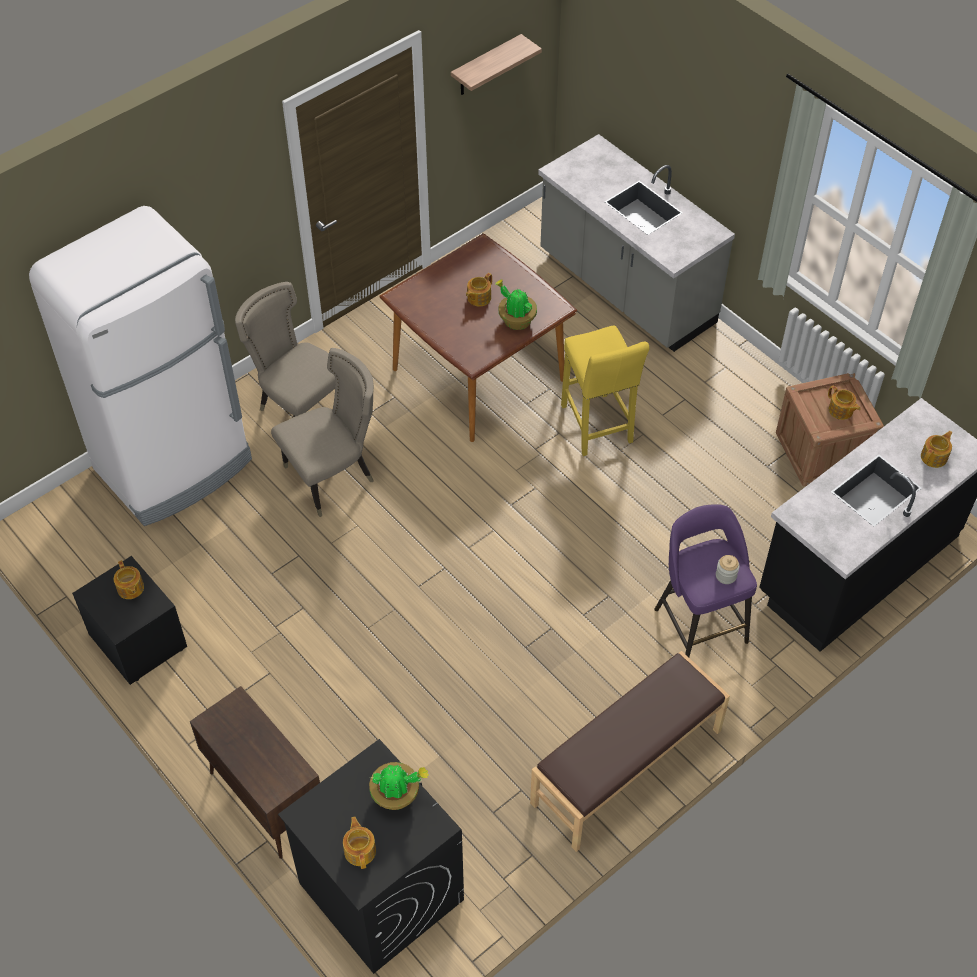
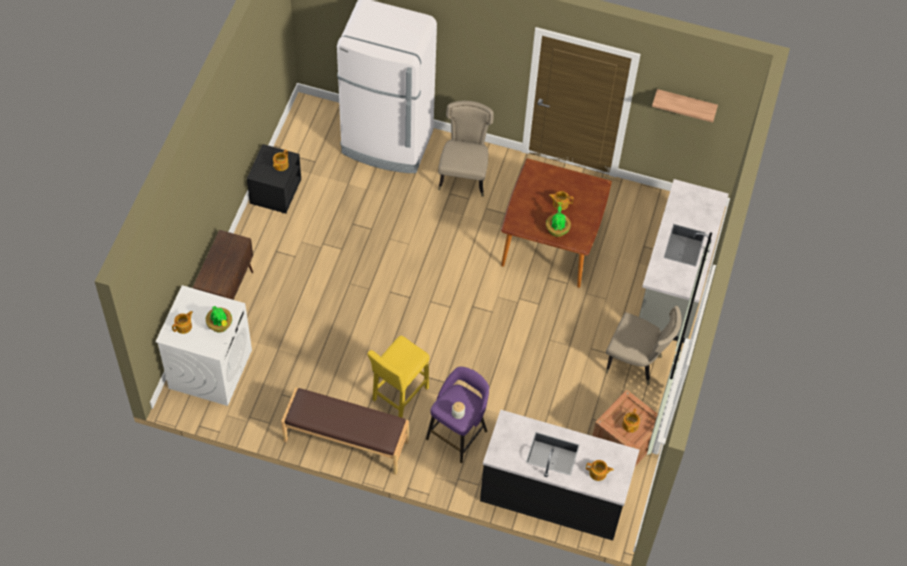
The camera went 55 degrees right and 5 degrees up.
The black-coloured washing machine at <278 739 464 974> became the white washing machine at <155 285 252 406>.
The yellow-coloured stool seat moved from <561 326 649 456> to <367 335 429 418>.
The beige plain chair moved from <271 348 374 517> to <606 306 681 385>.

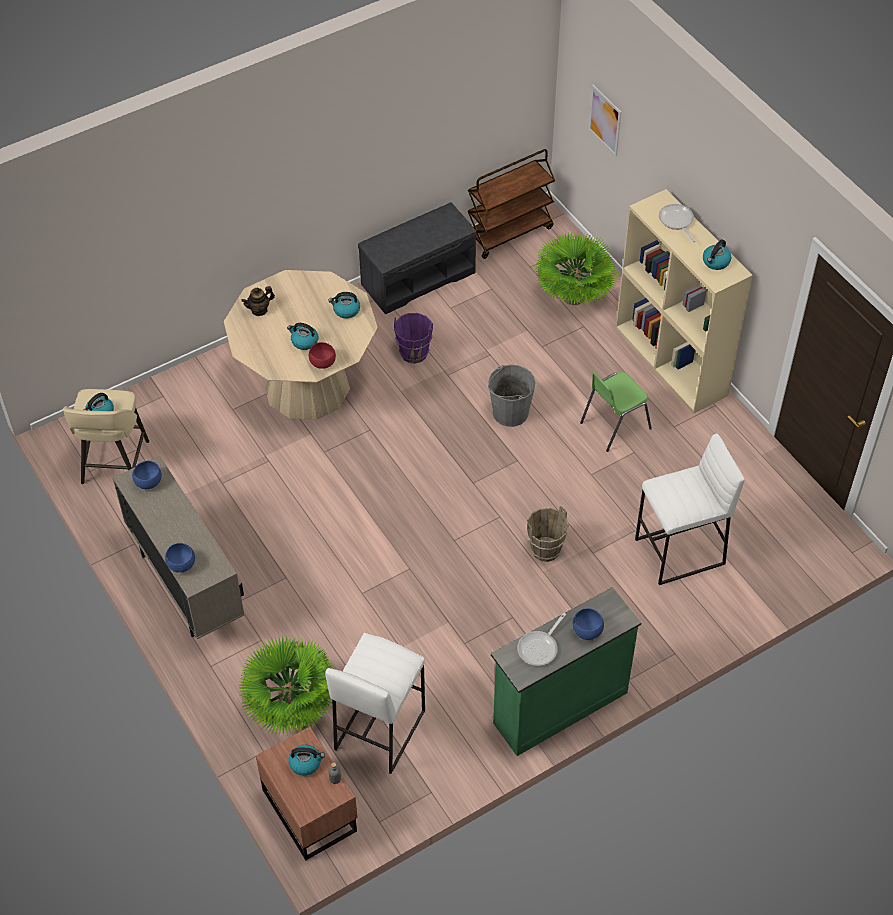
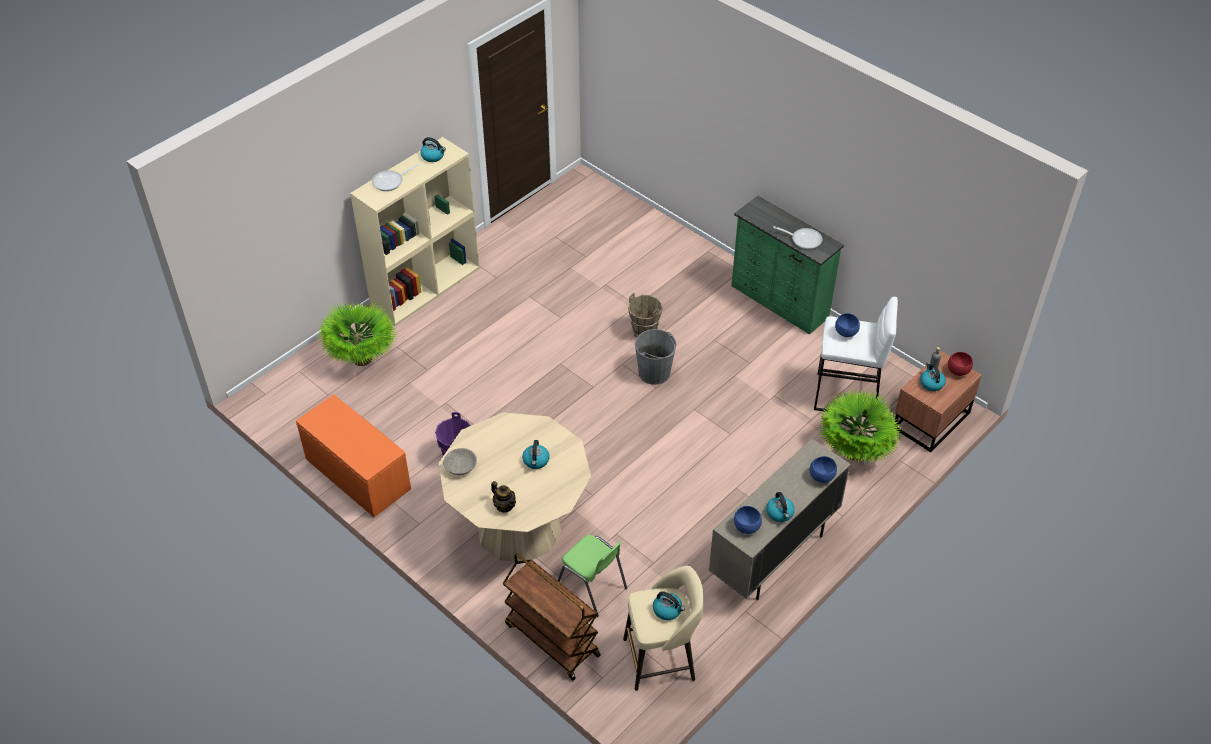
The camera went 105 degrees left and 5 degrees down.
The grey bench at <358 202 477 314> became the orange bench at <296 395 411 517>.
The grey bowl at <443 448 477 475> appeared.
The brownish trolley moved from <468 149 555 259> to <503 553 600 681>.
The greenish plain chair moved from <580 372 652 452> to <557 534 627 617>.
The grey water bucket moved from <488 365 536 427> to <635 329 677 385>.
The water kettle moved from <328 292 360 319> to <766 492 795 522>.
The blue-coloured bowl moved from <573 608 604 640> to <835 313 860 337>.
The red bowl moved from <309 342 336 369> to <948 352 973 376>.
The wall art at <588 85 622 156> disappeared.
The white stool seat at <635 434 745 585> disappeared.

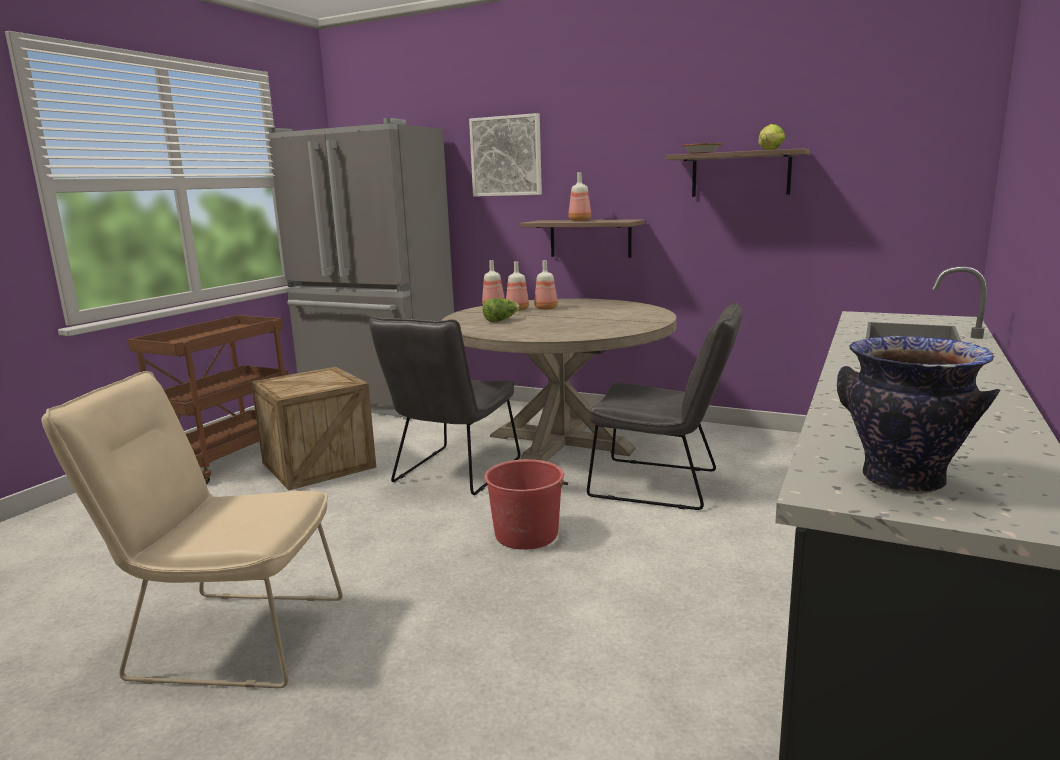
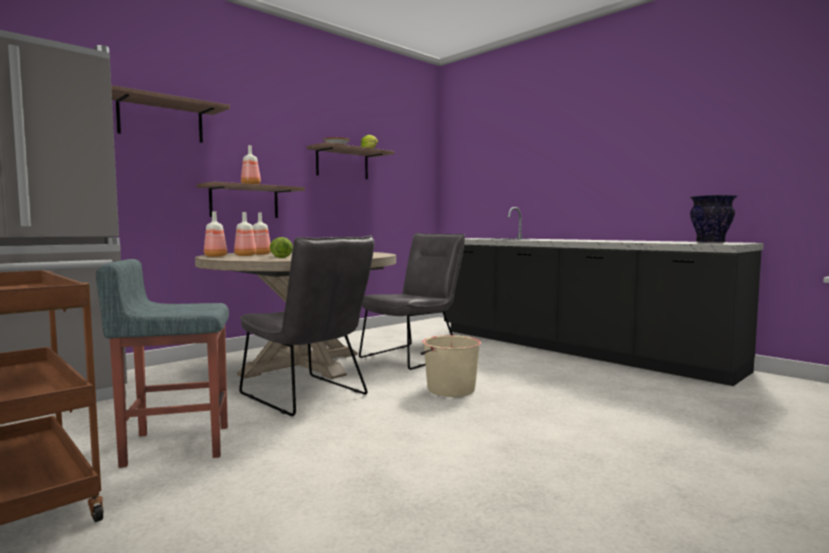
The camera went 70 degrees left and 10 degrees down.
The packing crate at <251 367 376 490> was replaced by the grey stool seat at <96 259 229 468>.
The wall art at <469 113 542 197> was replaced by the shelf at <111 85 230 143>.
The red water bucket at <484 459 568 550> became the beige water bucket at <421 335 481 397>.
The beige plain chair at <42 371 343 688> disappeared.

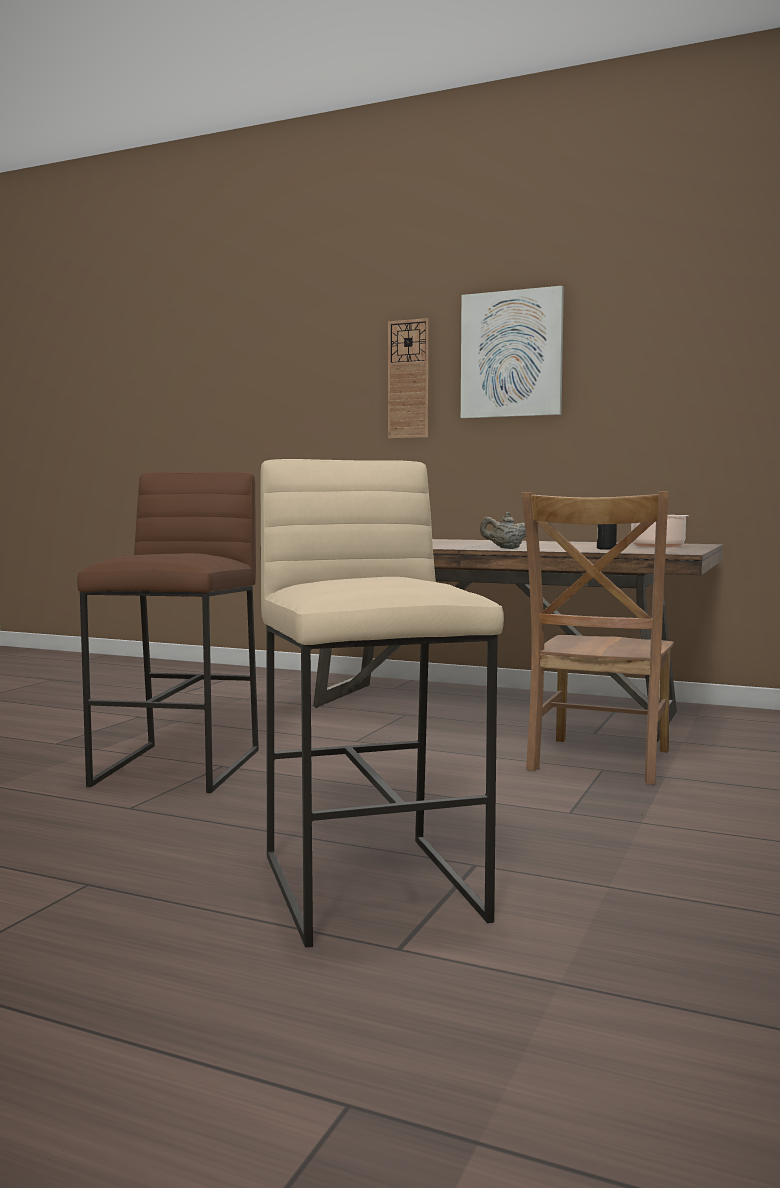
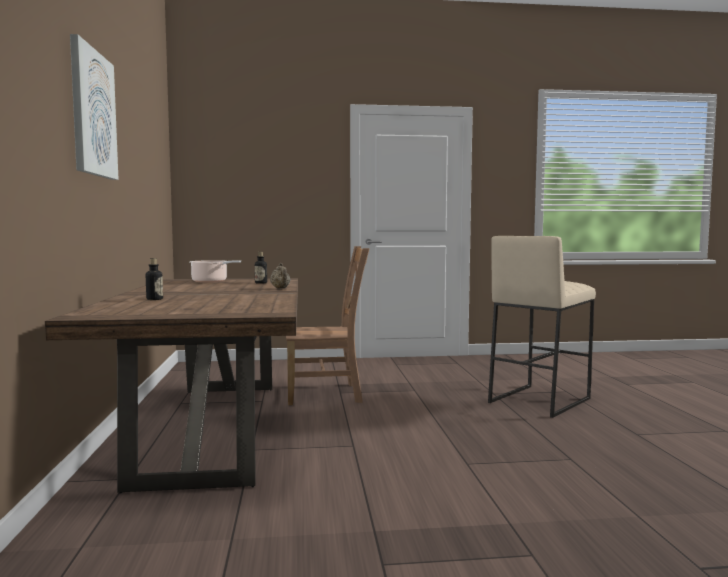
The camera went 120 degrees left and 0 degrees up.
The drink bottle at <146 258 163 300> appeared.
The brownish stool seat at <77 472 259 793> disappeared.
The hanging clock at <388 318 429 439> disappeared.

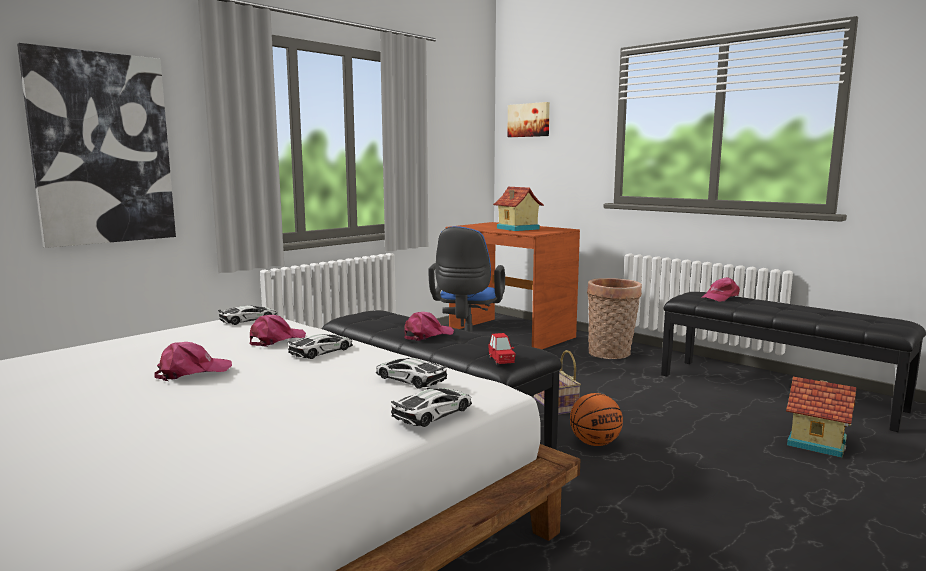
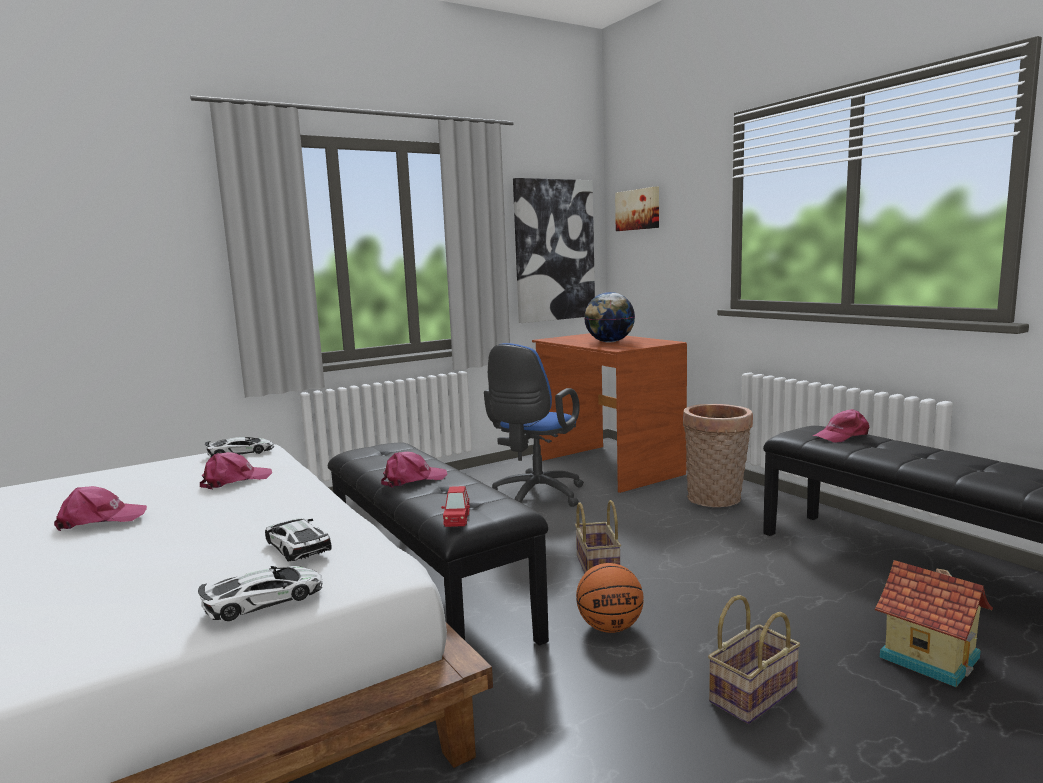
The camera went 15 degrees right and 0 degrees up.
The wall art moved from <17 43 176 248> to <513 178 595 323>.
The toy house at <493 187 544 231> was replaced by the globe at <584 292 635 342>.
The storage basket at <708 595 800 724> appeared.
The miniature car at <288 334 353 359> disappeared.

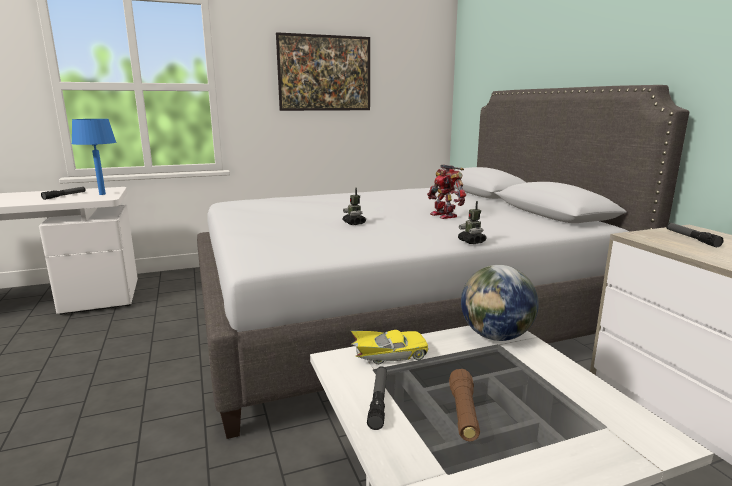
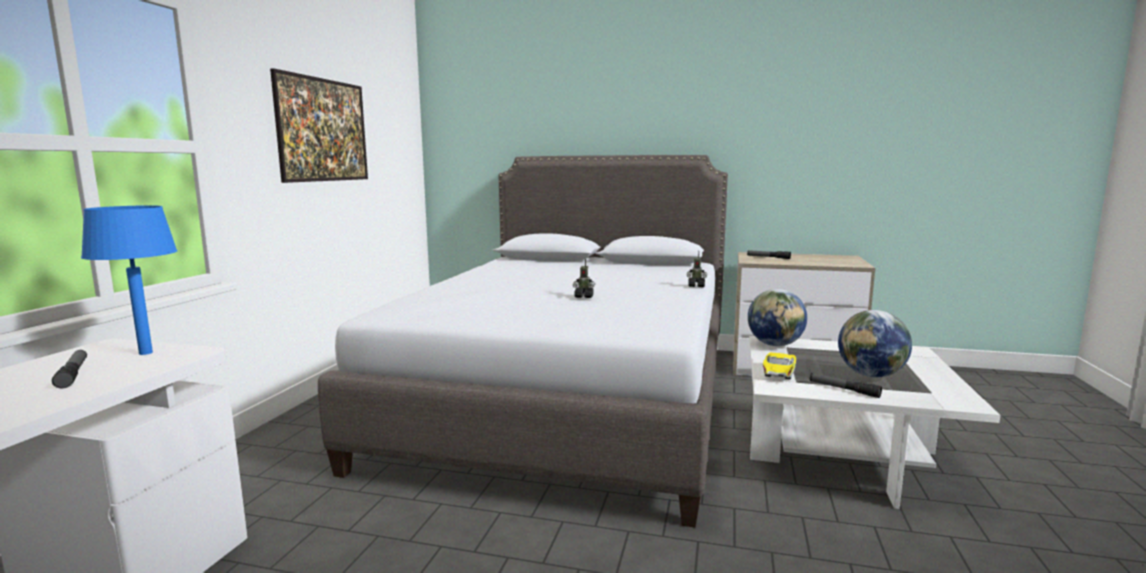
The camera went 55 degrees left and 5 degrees down.
The brownish hand torch at <449 369 480 441> was replaced by the globe at <838 310 912 377>.
The model robot at <427 164 466 219> disappeared.

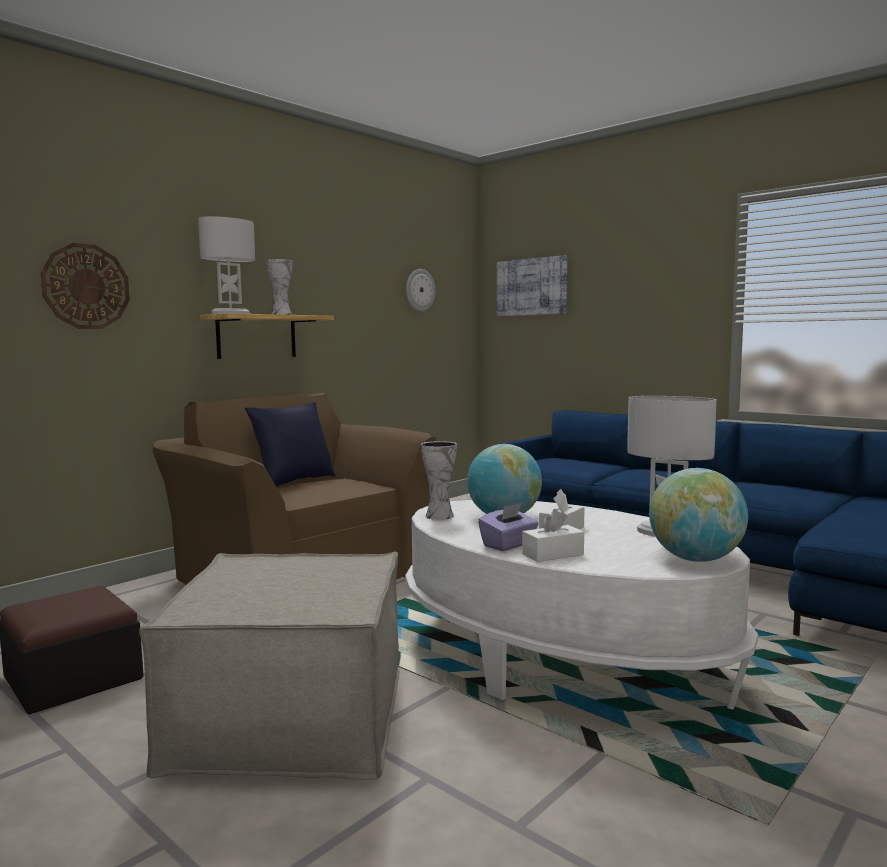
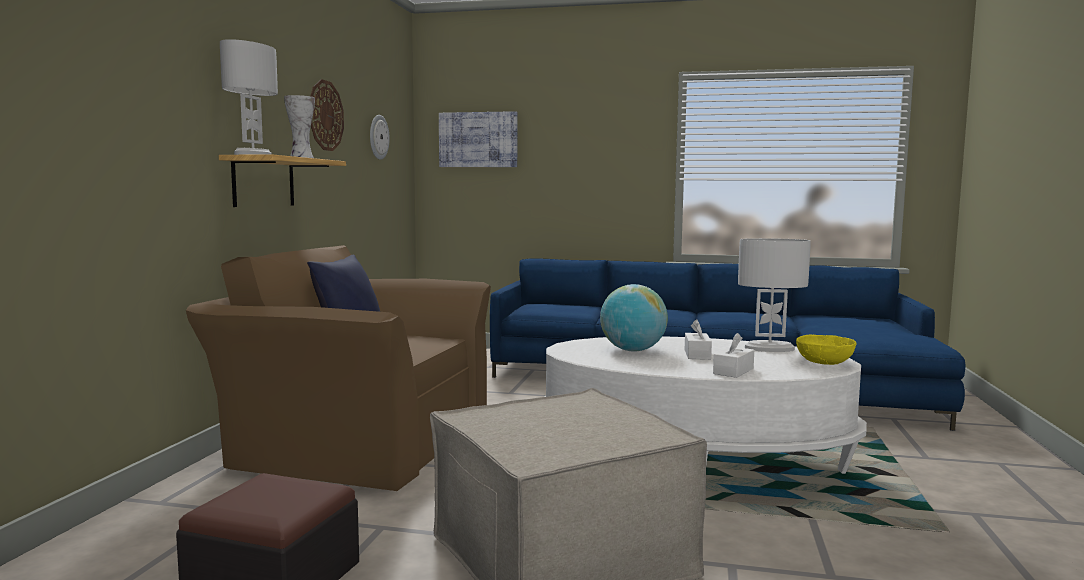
The camera went 30 degrees left and 0 degrees up.
The hanging clock moved from <41 243 130 329> to <310 79 344 151>.
The globe at <649 468 748 562> was replaced by the yellow-coloured bowl at <796 335 857 365>.
The decorative vase at <421 441 457 520> disappeared.
The purplish tissue box at <478 503 539 551> disappeared.

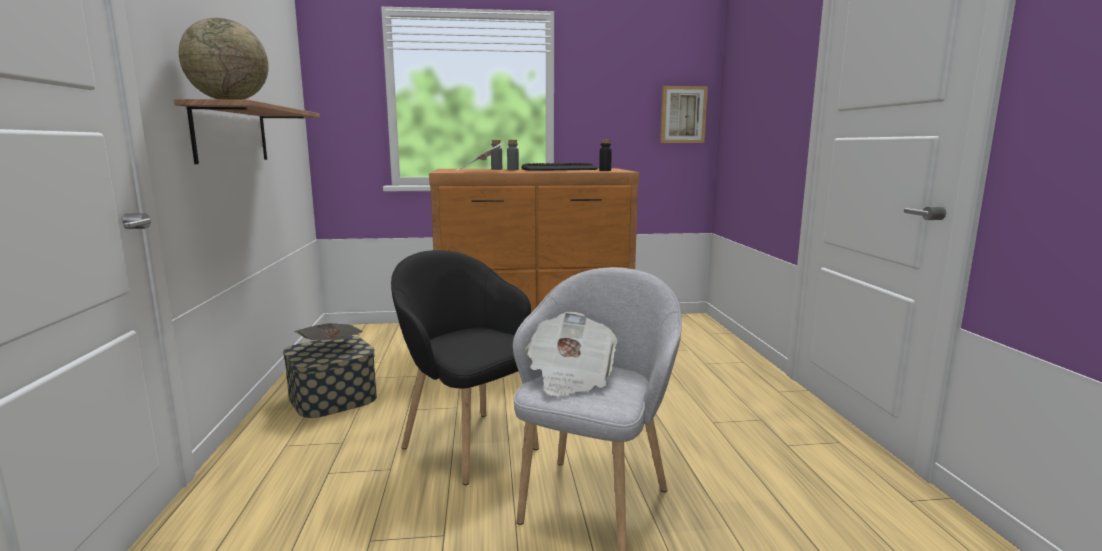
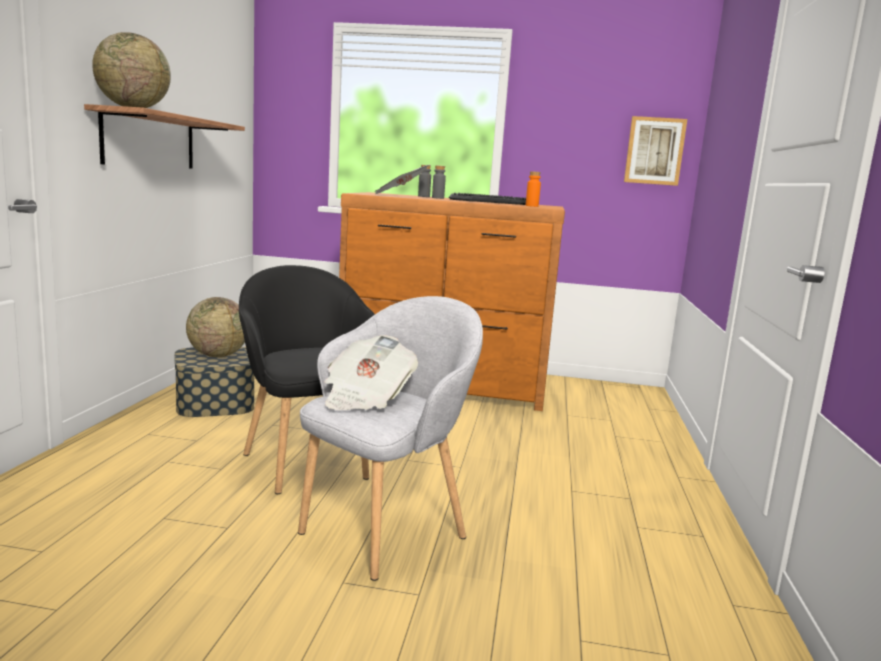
The camera went 15 degrees right and 0 degrees up.
The newspaper at <294 323 362 340> was replaced by the globe at <186 297 245 357>.
The black-coloured drink bottle at <599 140 612 171> became the orange drink bottle at <526 171 541 207>.

